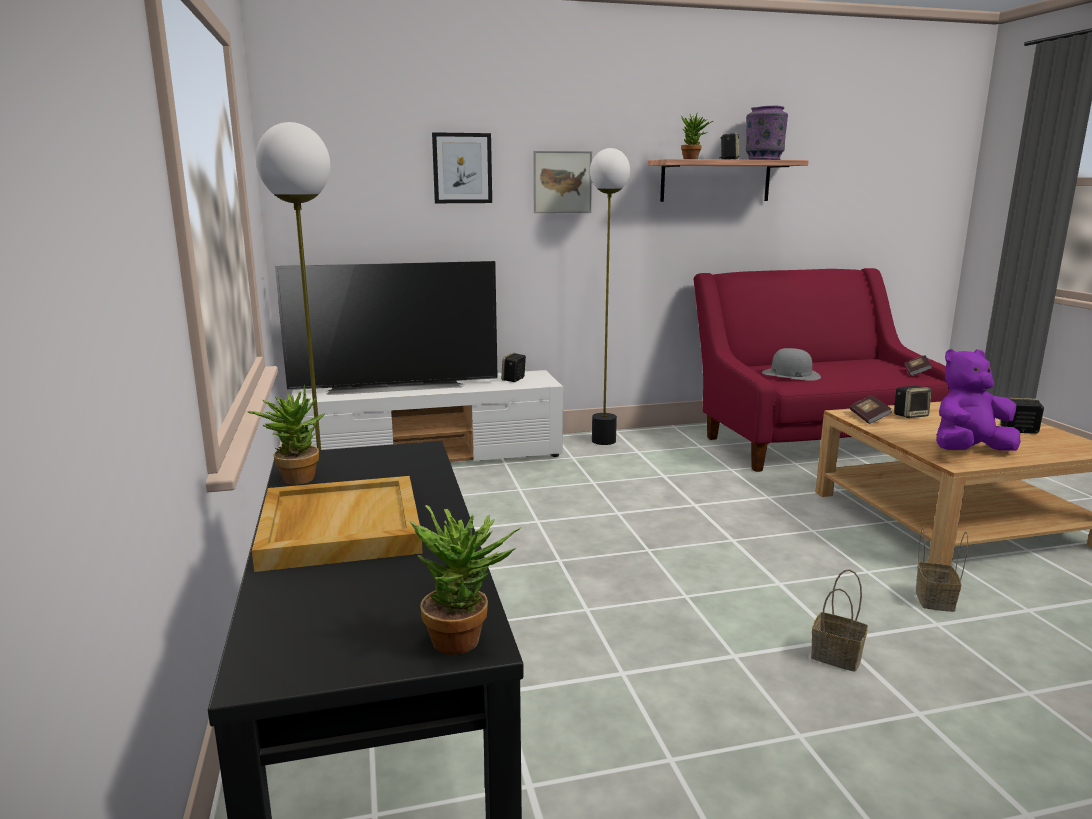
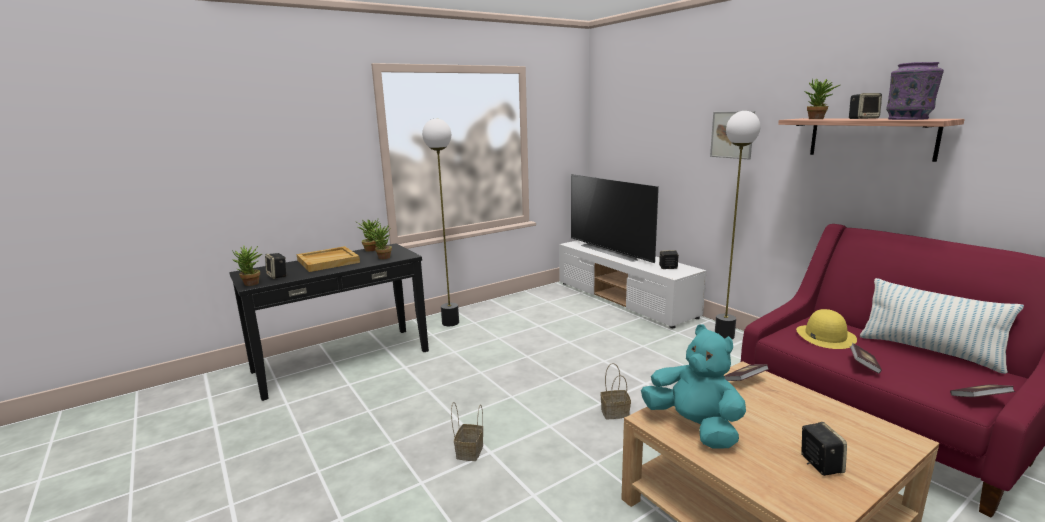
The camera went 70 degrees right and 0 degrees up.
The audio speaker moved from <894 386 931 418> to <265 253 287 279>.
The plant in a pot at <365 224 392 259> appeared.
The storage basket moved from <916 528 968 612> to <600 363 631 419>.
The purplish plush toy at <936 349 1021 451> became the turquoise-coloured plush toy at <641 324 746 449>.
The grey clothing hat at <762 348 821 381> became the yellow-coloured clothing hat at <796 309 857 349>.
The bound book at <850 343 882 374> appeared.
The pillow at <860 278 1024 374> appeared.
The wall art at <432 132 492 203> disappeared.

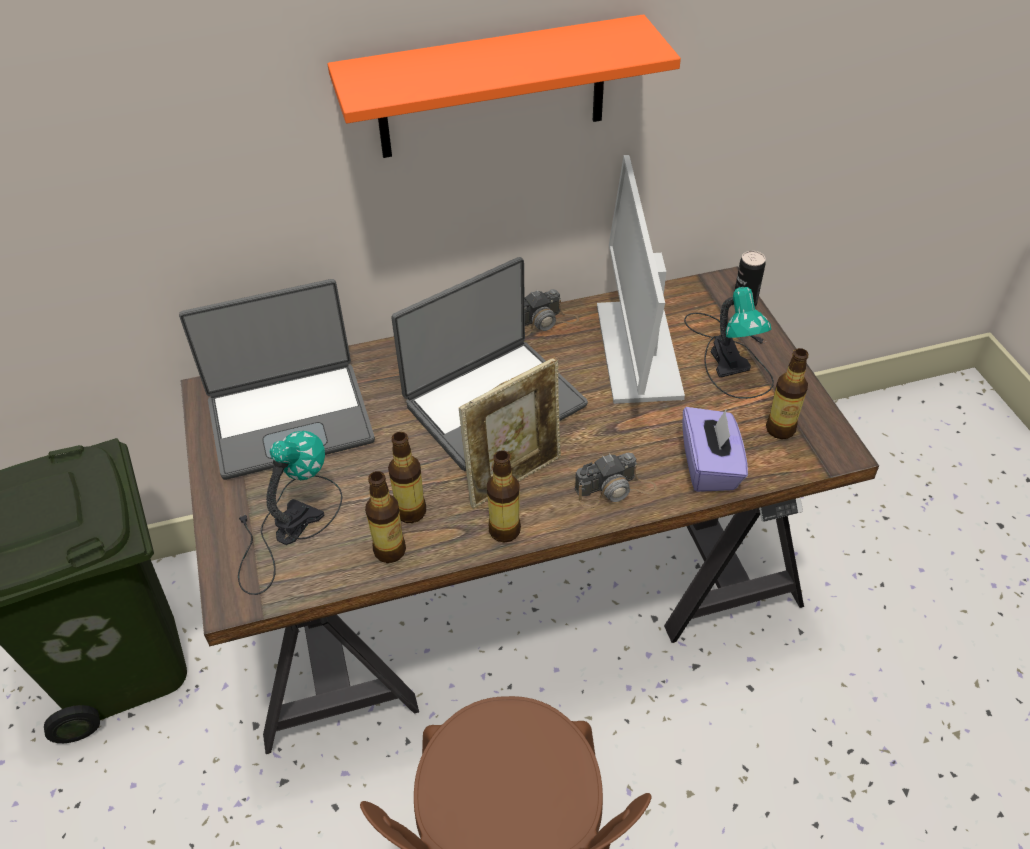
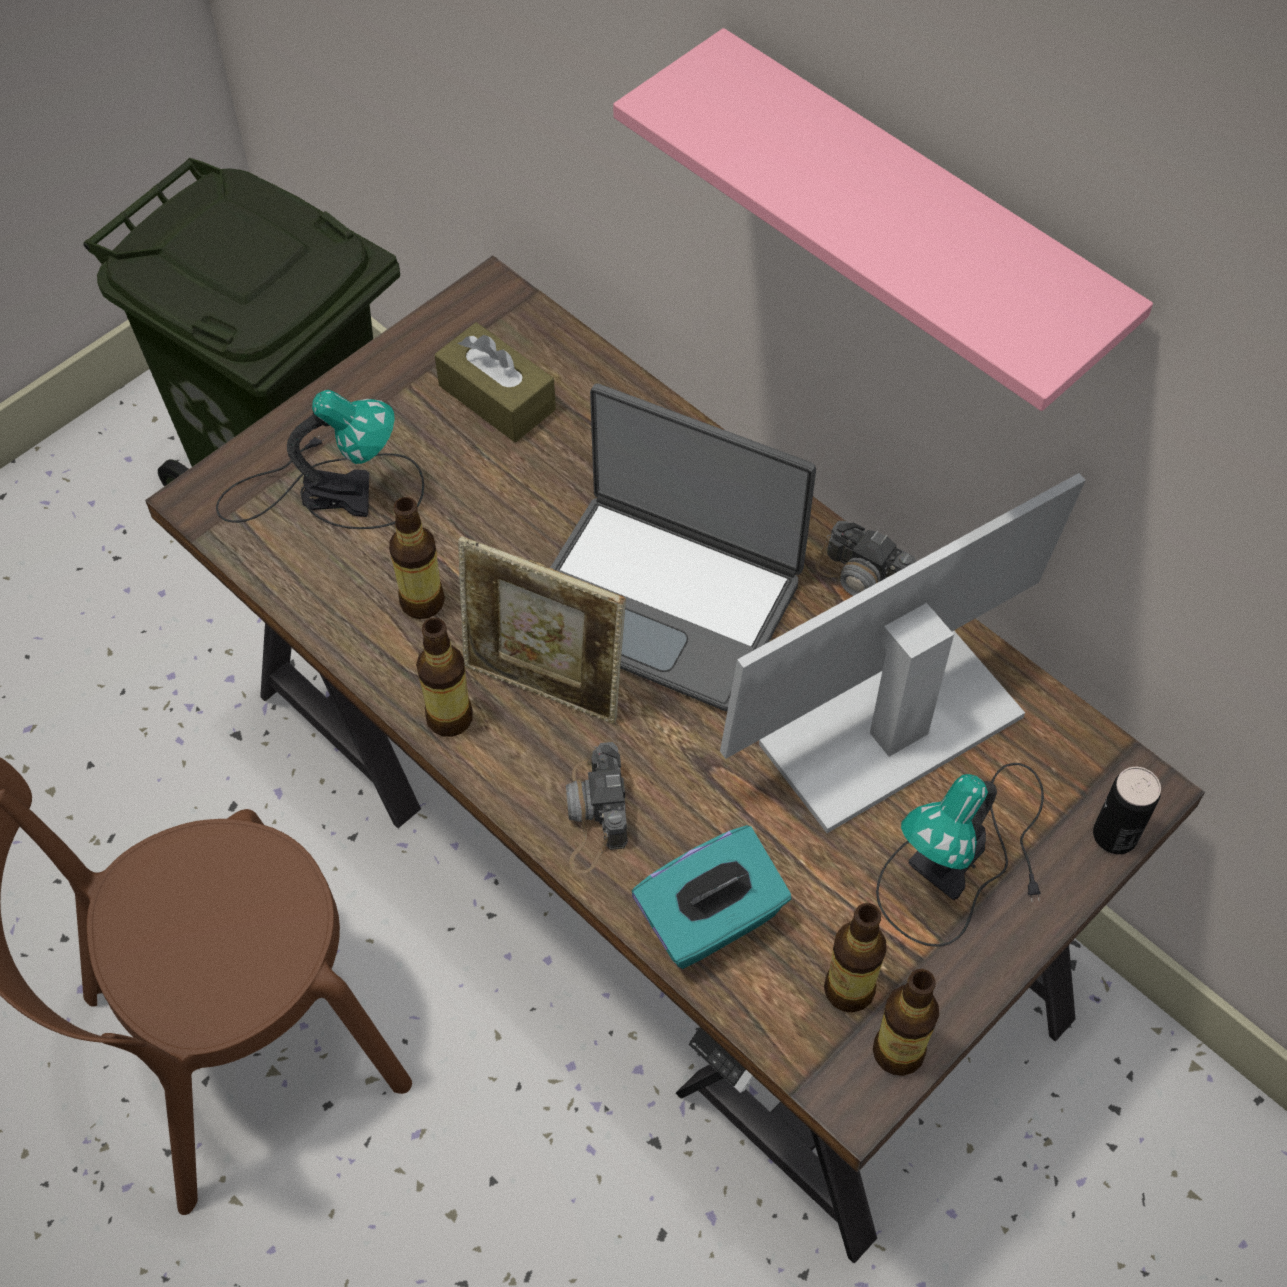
The camera went 60 degrees right and 10 degrees up.
The portable computer at <179 279 375 480> was replaced by the brownish tissue box at <435 322 556 442>.
The photo camera at <575 453 657 508> turned 45 degrees clockwise.
The orange shelf at <327 14 681 158> became the pinkish shelf at <613 28 1153 411>.
The purplish tissue box at <683 407 748 492> became the turquoise-coloured tissue box at <632 825 791 969>.
The drink bottle moved from <365 471 406 563> to <873 969 939 1076>.

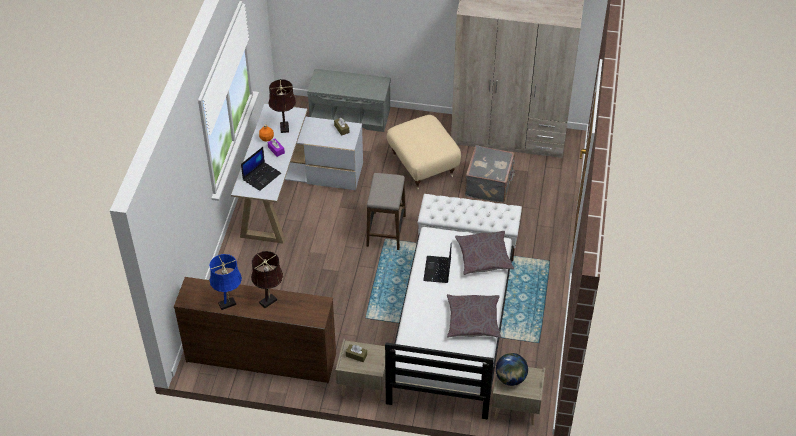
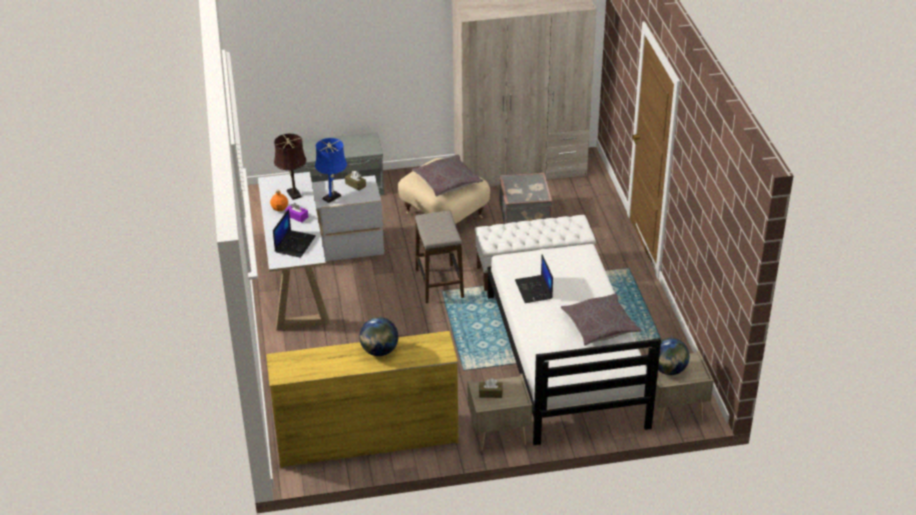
The camera went 20 degrees left and 10 degrees down.
The brownish dresser at <174 277 336 384> became the yellow-coloured dresser at <266 331 459 468>.
The blue-coloured lamp for a table moved from <209 254 242 310> to <315 138 347 203>.
The brownish lamp for a table at <251 251 283 308> was replaced by the globe at <359 317 398 356>.
The grey pillow moved from <455 231 514 275> to <412 155 483 197>.

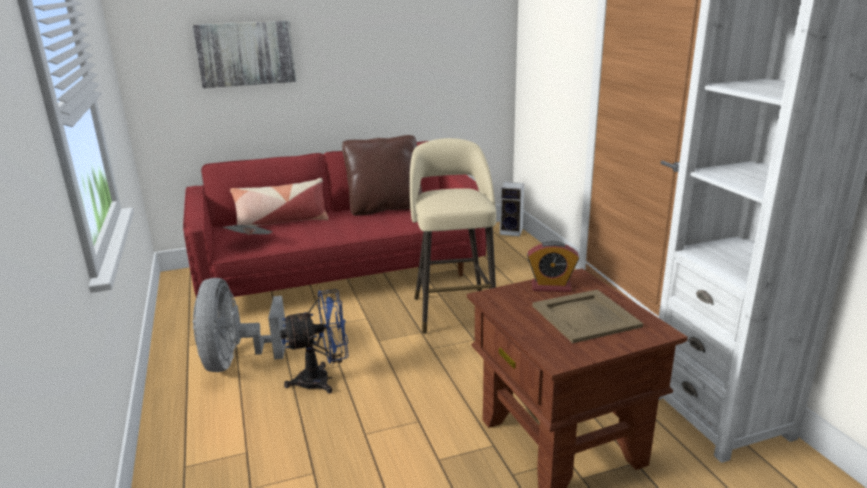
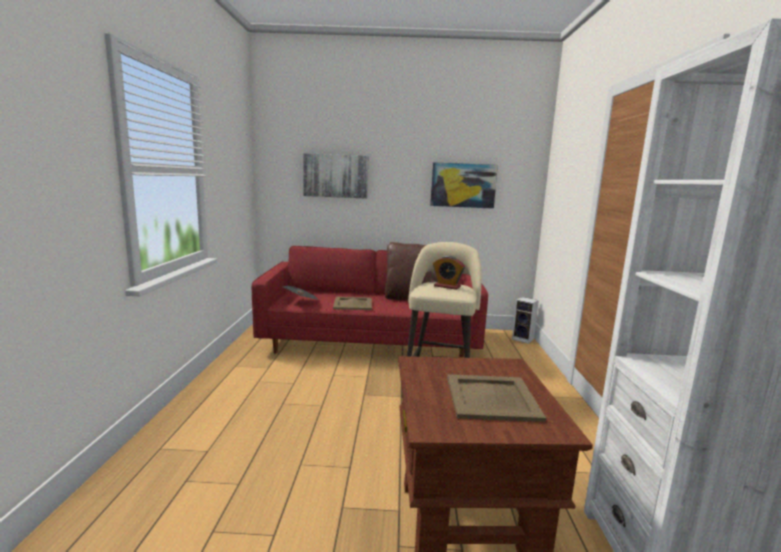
The camera went 20 degrees right and 10 degrees down.
The beige serving tray at <333 297 372 310> appeared.
The wall art at <430 162 498 209> appeared.
The bedside clock moved from <527 241 579 292> to <433 256 465 290>.
The grey cooling fan at <192 278 287 372> disappeared.
The pillow at <230 178 328 226> disappeared.
The blue-coloured cooling fan at <280 289 348 394> disappeared.

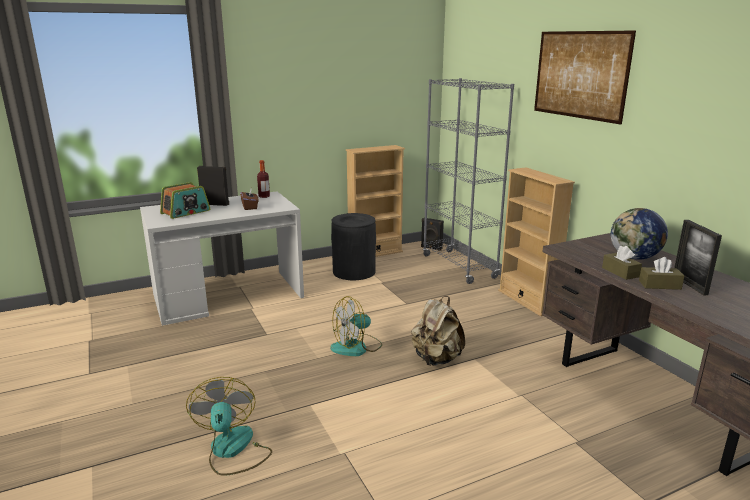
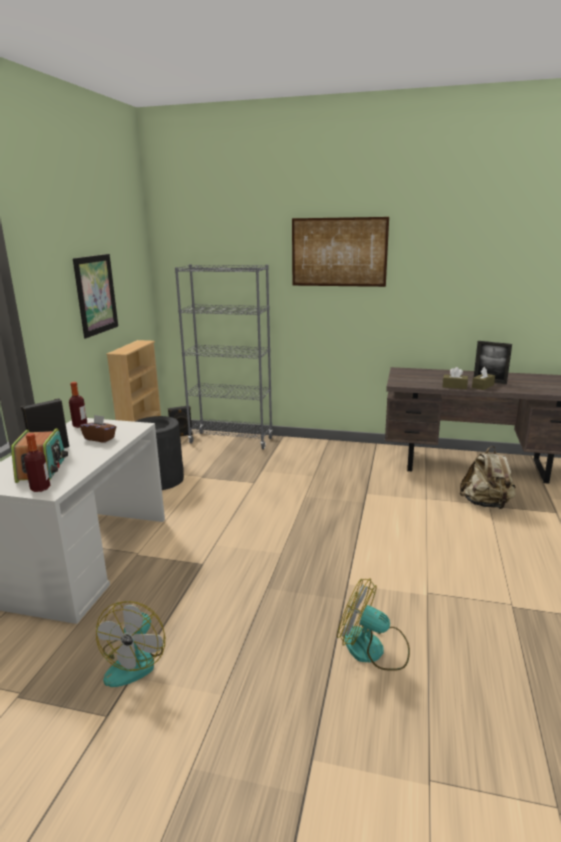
The camera went 50 degrees left and 0 degrees up.
The drink bottle at <24 433 50 492> appeared.
The wall art at <73 254 118 338> appeared.
The cooling fan moved from <330 296 382 356> to <96 601 165 687>.
The beige knapsack moved from <411 296 465 366> to <460 446 516 509>.
The beige bookshelf at <498 167 575 316> disappeared.
The globe at <611 208 668 260> disappeared.

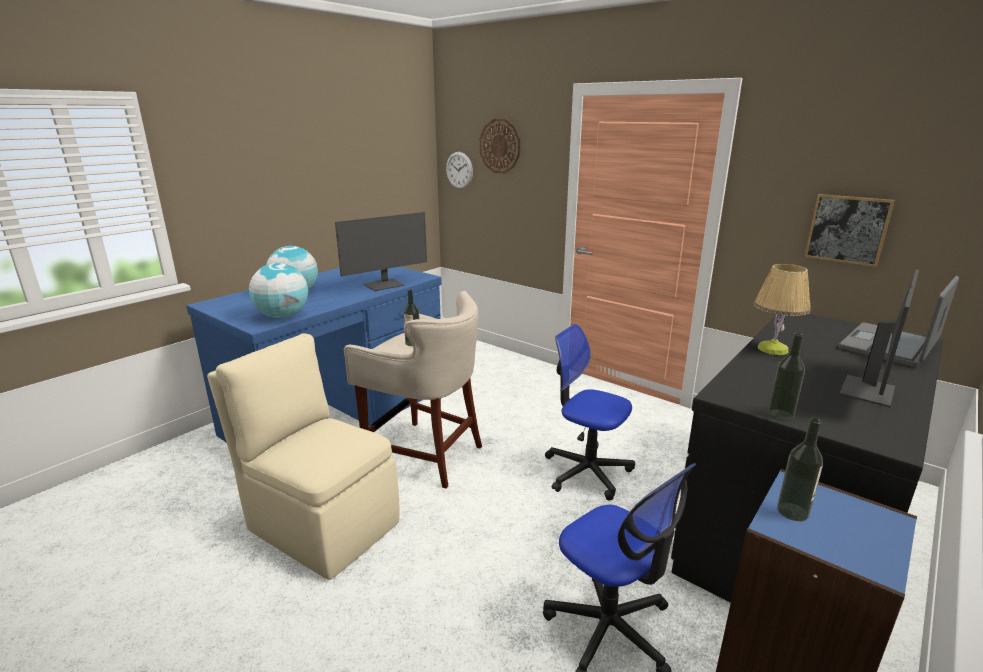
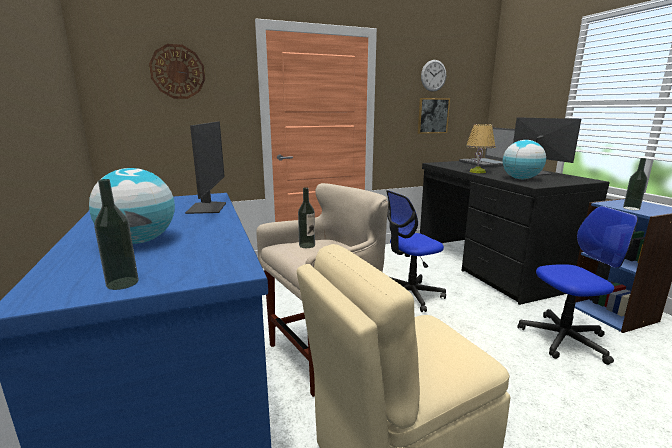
The camera went 60 degrees left and 5 degrees down.
The drink bottle moved from <768 333 805 421> to <94 179 139 290>.
The hanging clock moved from <446 152 473 189> to <421 60 446 92>.
The globe moved from <249 263 308 318> to <503 140 546 179>.

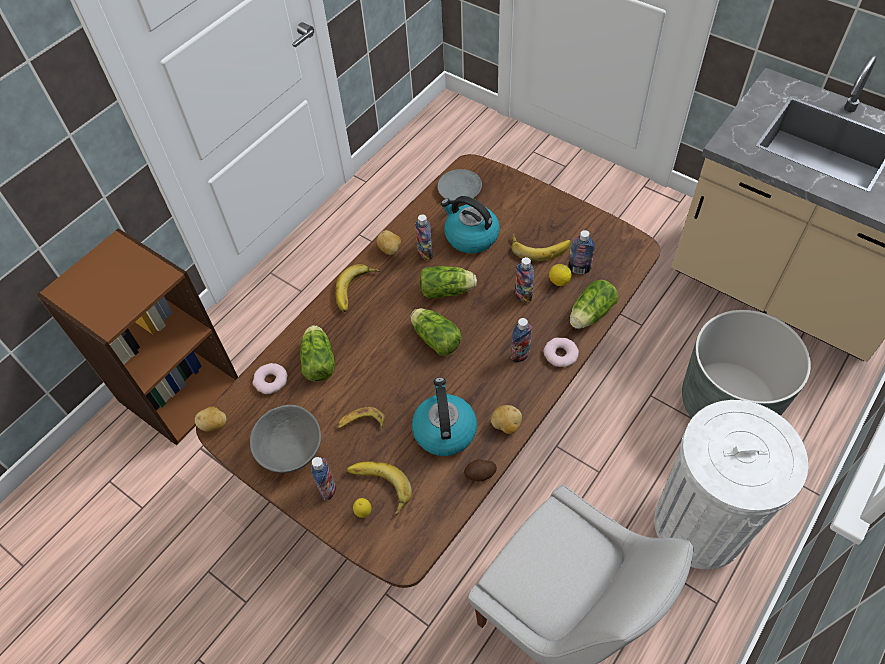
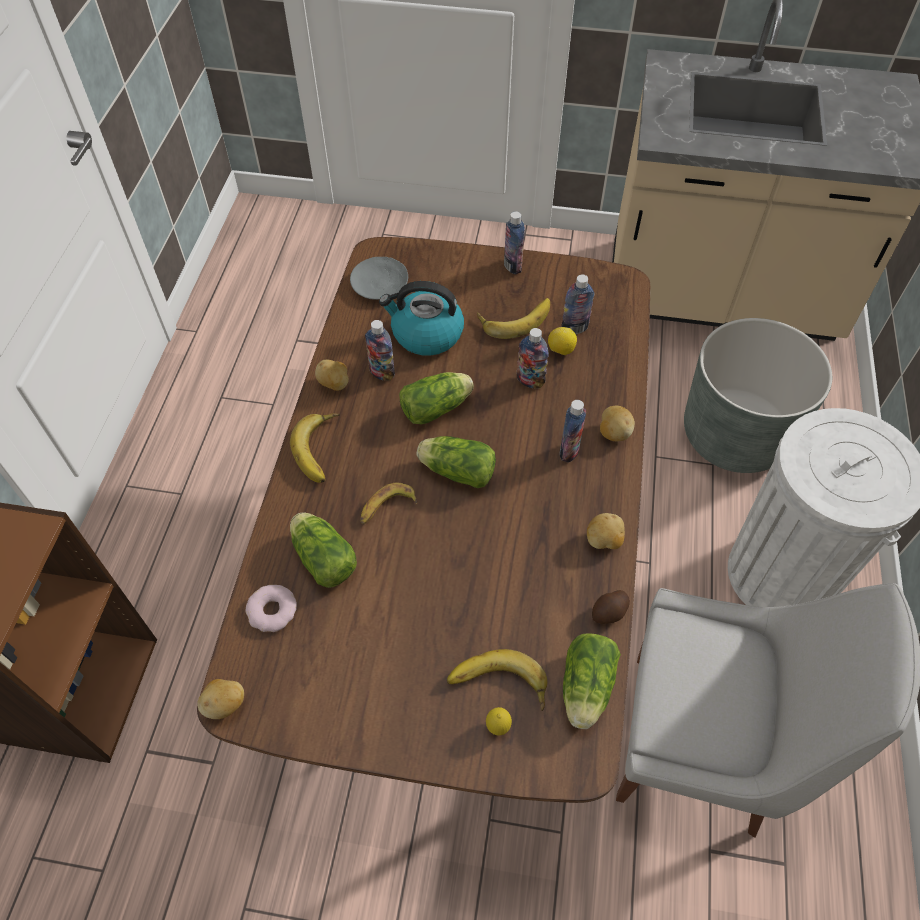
The camera went 30 degrees left and 0 degrees up.
The banana fruit moved from <337 407 385 430> to <361 483 417 525>.
The drink bottle moved from <311 457 336 500> to <504 212 525 274>.
The lettuce head moved from <570 280 618 329> to <563 633 621 729>.
The donut at <543 338 579 367> was replaced by the whole potato at <600 406 635 442>.
The grey bowl at <250 405 321 473> disappeared.
The water kettle at <412 377 477 456> disappeared.

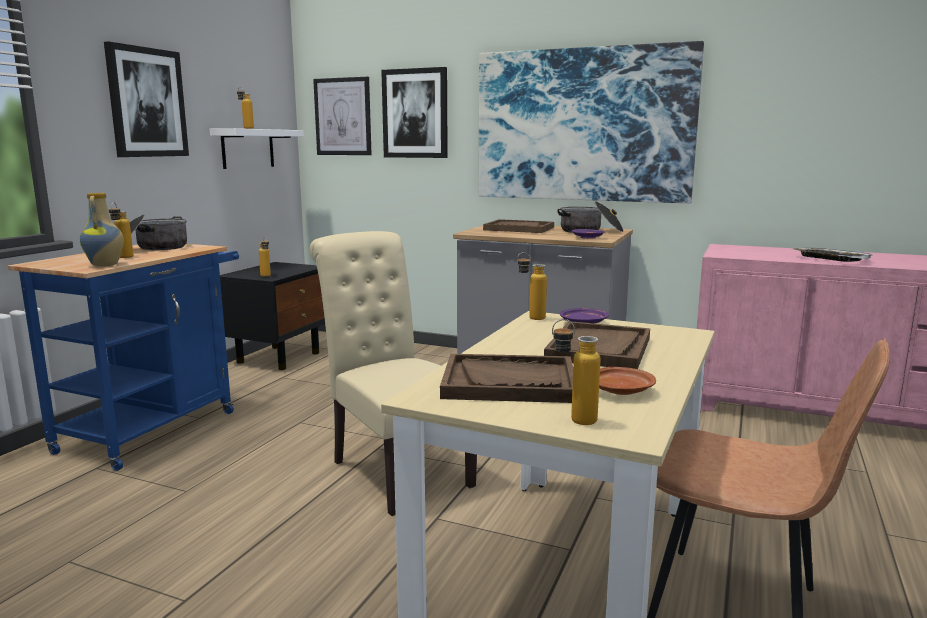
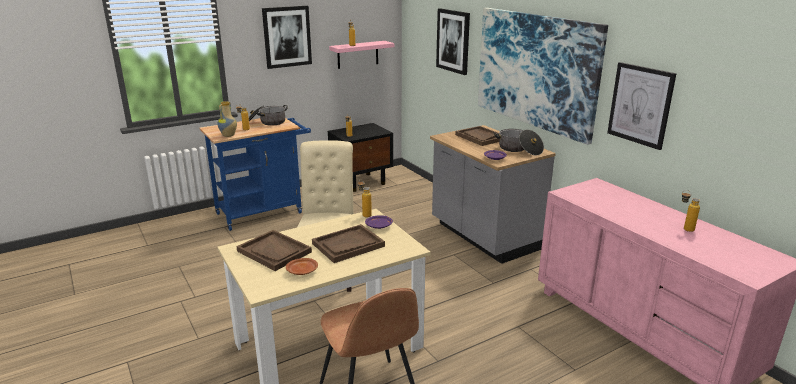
The camera went 35 degrees right and 10 degrees up.
The white shelf at <210 128 304 169> became the pinkish shelf at <329 41 394 69>.
The wall art moved from <313 77 372 155> to <607 62 676 150>.
The drink bottle moved from <552 319 600 425> to <682 190 700 232>.
The serving tray at <793 248 873 262> disappeared.

